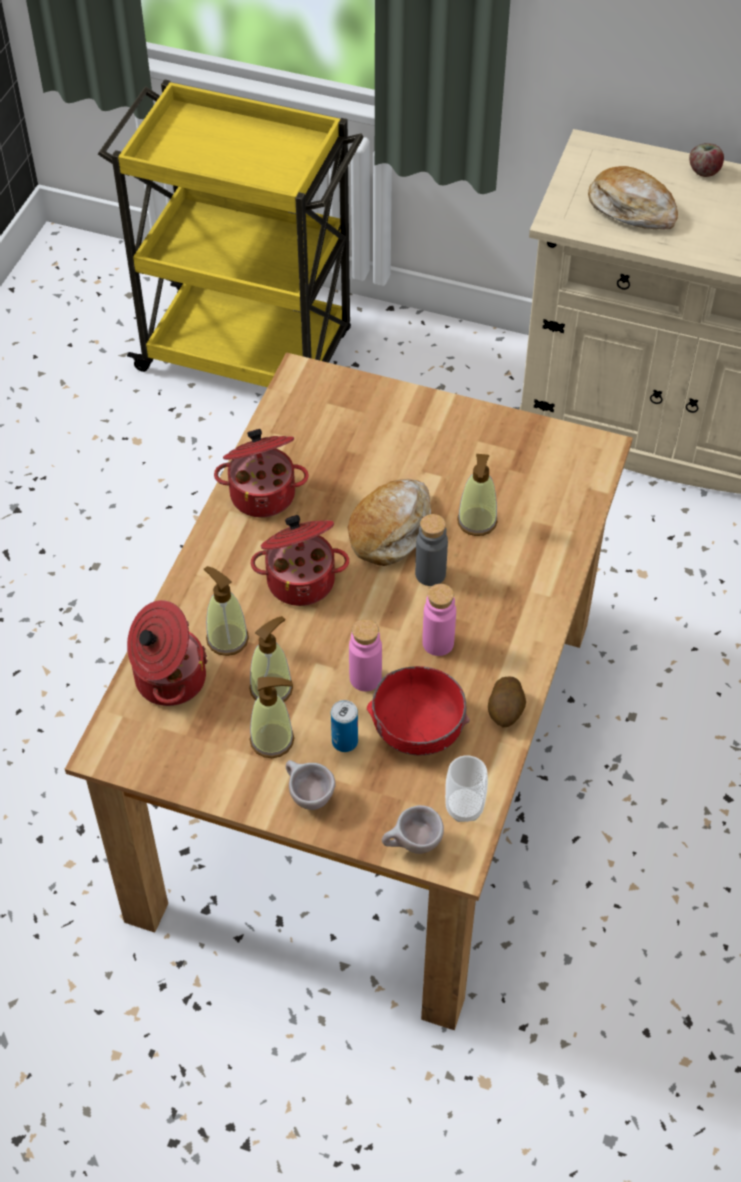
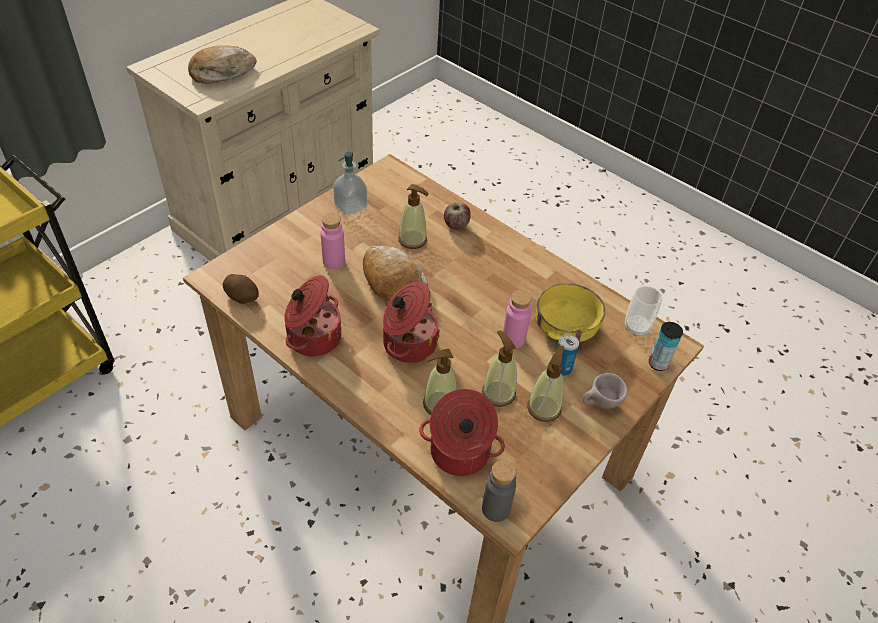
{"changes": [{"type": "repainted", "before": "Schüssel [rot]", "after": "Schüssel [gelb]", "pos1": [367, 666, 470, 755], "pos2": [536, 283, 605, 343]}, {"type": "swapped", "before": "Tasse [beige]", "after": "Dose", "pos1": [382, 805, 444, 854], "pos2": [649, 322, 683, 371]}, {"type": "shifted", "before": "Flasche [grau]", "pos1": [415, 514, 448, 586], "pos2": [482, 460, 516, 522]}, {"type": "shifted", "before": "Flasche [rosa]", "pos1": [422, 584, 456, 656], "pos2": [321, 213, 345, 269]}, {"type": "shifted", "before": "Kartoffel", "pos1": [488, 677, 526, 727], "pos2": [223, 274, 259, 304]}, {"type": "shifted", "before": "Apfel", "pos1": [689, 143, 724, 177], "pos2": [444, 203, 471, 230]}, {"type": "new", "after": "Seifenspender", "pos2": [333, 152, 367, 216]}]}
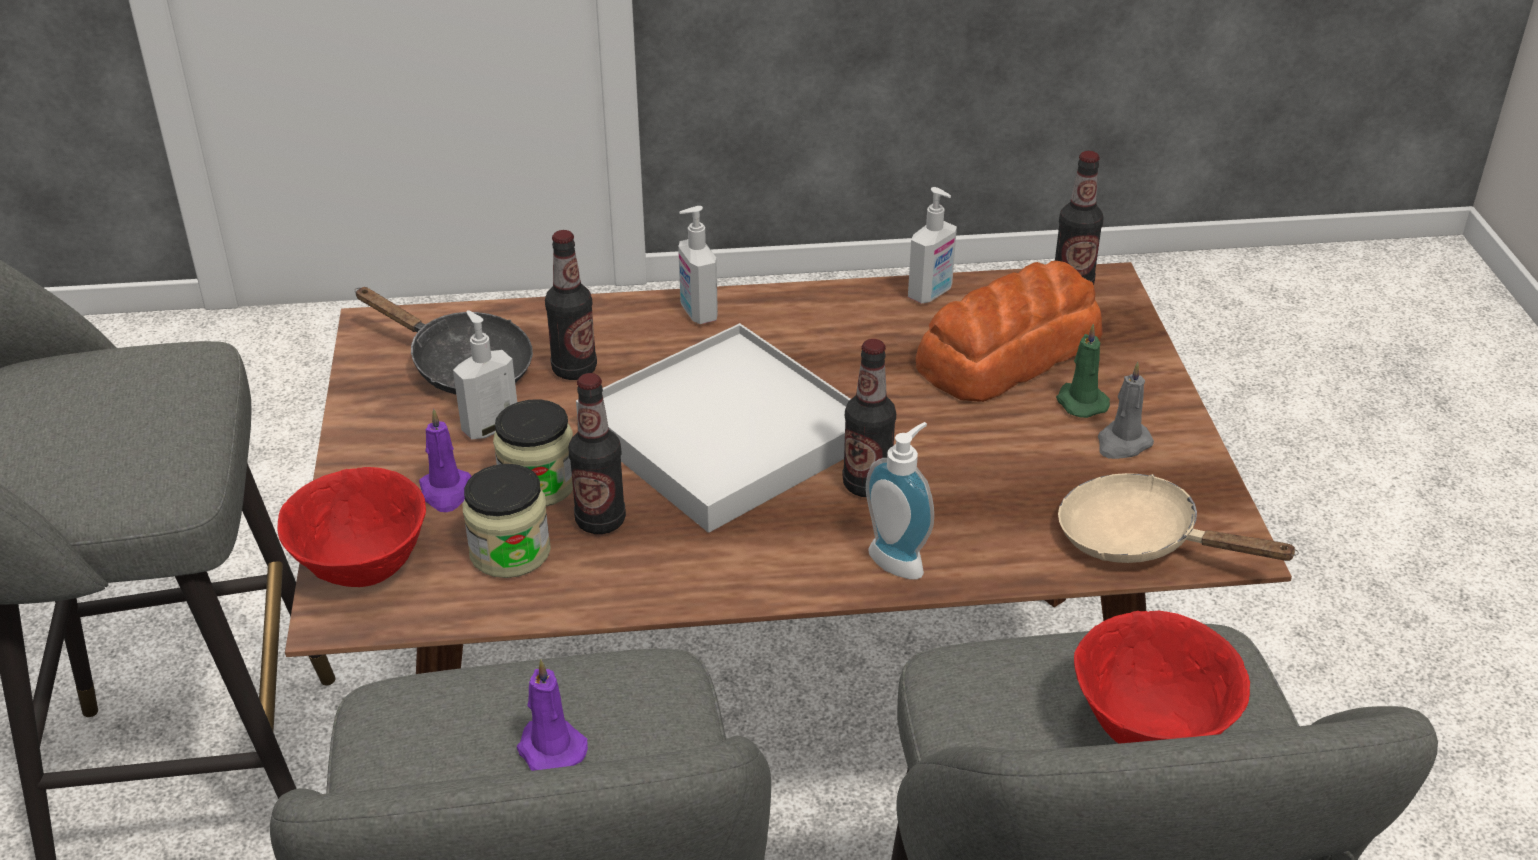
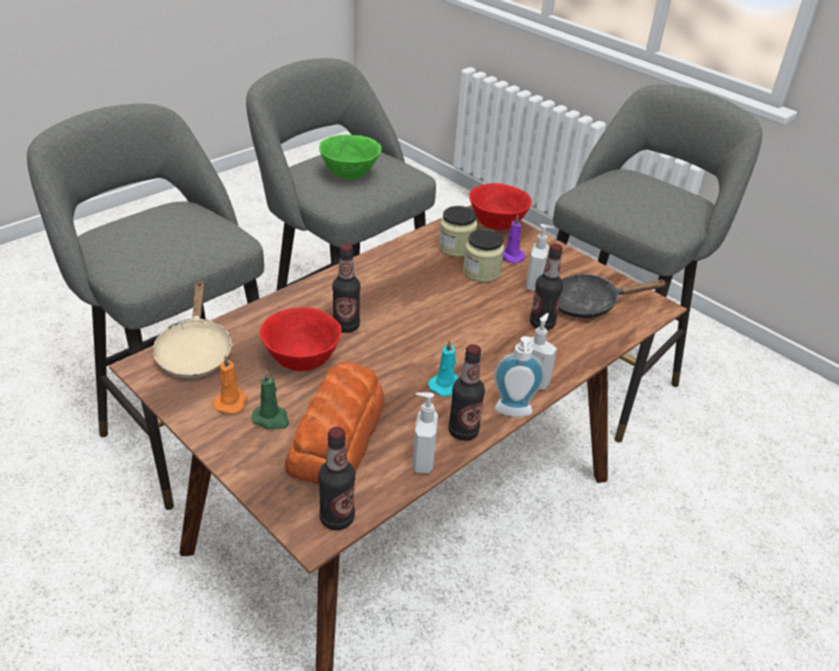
{"changes": [{"type": "swapped", "before": "Kerze [lila]", "after": "Schüssel [grün]", "pos1": [517, 659, 588, 771], "pos2": [319, 135, 382, 179]}, {"type": "shifted", "before": "Flasche", "pos1": [568, 373, 626, 534], "pos2": [448, 344, 485, 441]}, {"type": "gone", "before": "Tablett [weiß]", "pos1": [576, 323, 851, 533]}, {"type": "shifted", "before": "Seifenspender", "pos1": [866, 422, 934, 579], "pos2": [494, 336, 545, 417]}, {"type": "rotated", "before": "Pfanne [beige]", "pos1": [1058, 473, 1299, 563], "pos2": [152, 280, 233, 378], "turn": 90}, {"type": "shifted", "before": "Schüssel [rot]", "pos1": [1074, 611, 1250, 744], "pos2": [260, 307, 342, 371]}, {"type": "repainted", "before": "Kerze [grau]", "after": "Kerze [orange]", "pos1": [1098, 362, 1154, 459], "pos2": [213, 354, 248, 414]}, {"type": "new", "after": "Kerze [türkis]", "pos2": [428, 339, 459, 397]}]}
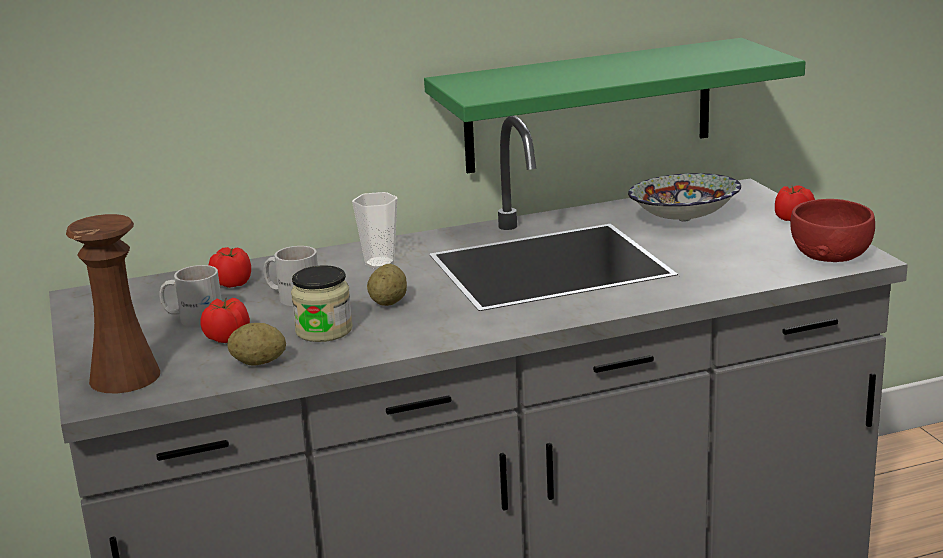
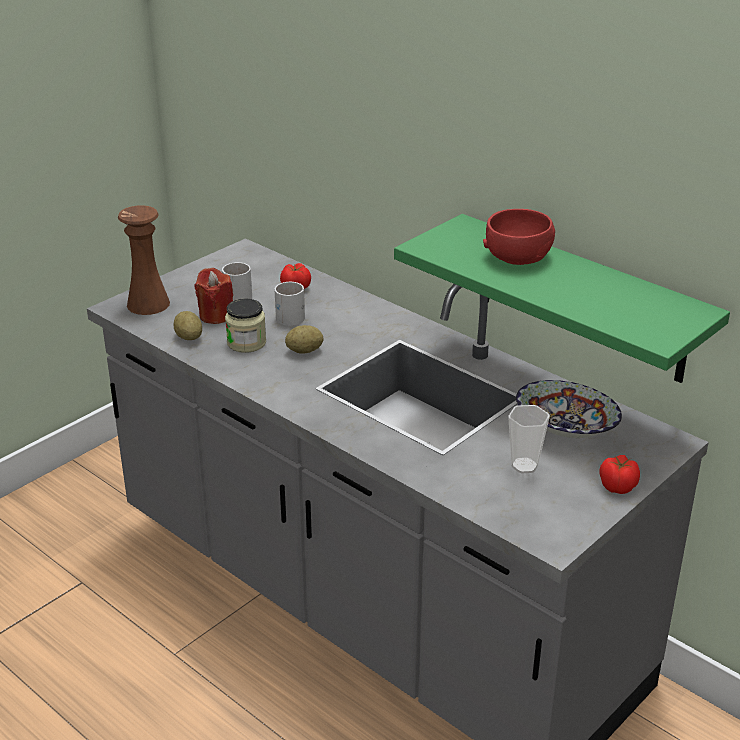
{"changes": [{"type": "swapped", "before": "Tomate", "after": "Kerze [rot]", "pos1": [200, 298, 250, 343], "pos2": [195, 268, 233, 324]}, {"type": "shifted", "before": "Tasse", "pos1": [352, 192, 398, 268], "pos2": [508, 405, 550, 473]}, {"type": "shifted", "before": "Schüssel [rot]", "pos1": [790, 199, 875, 262], "pos2": [483, 209, 555, 265]}]}
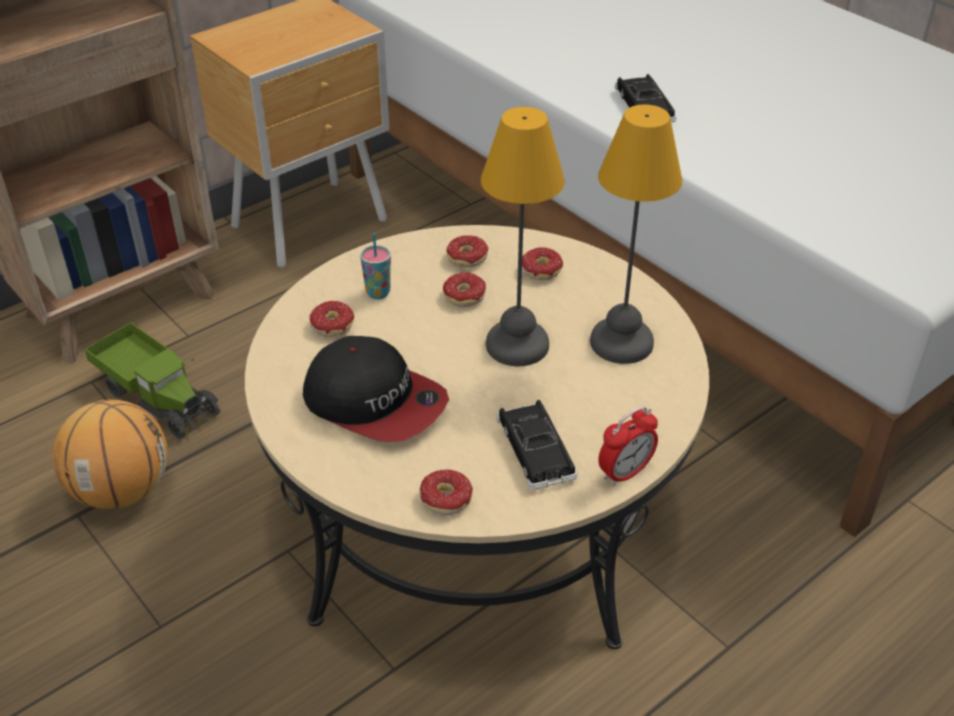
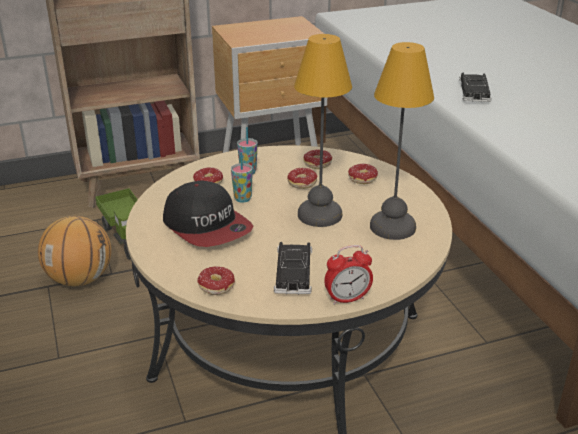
{"changes": [{"type": "new", "after": "Tasse", "pos2": [231, 152, 253, 203]}]}
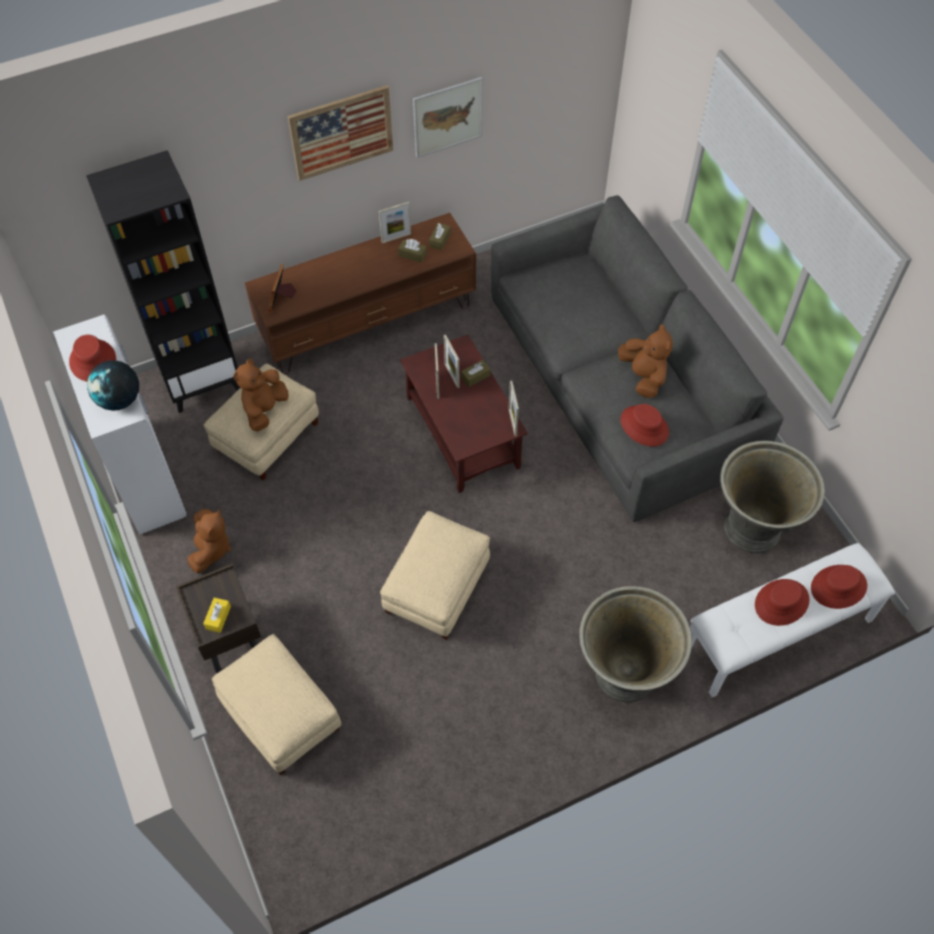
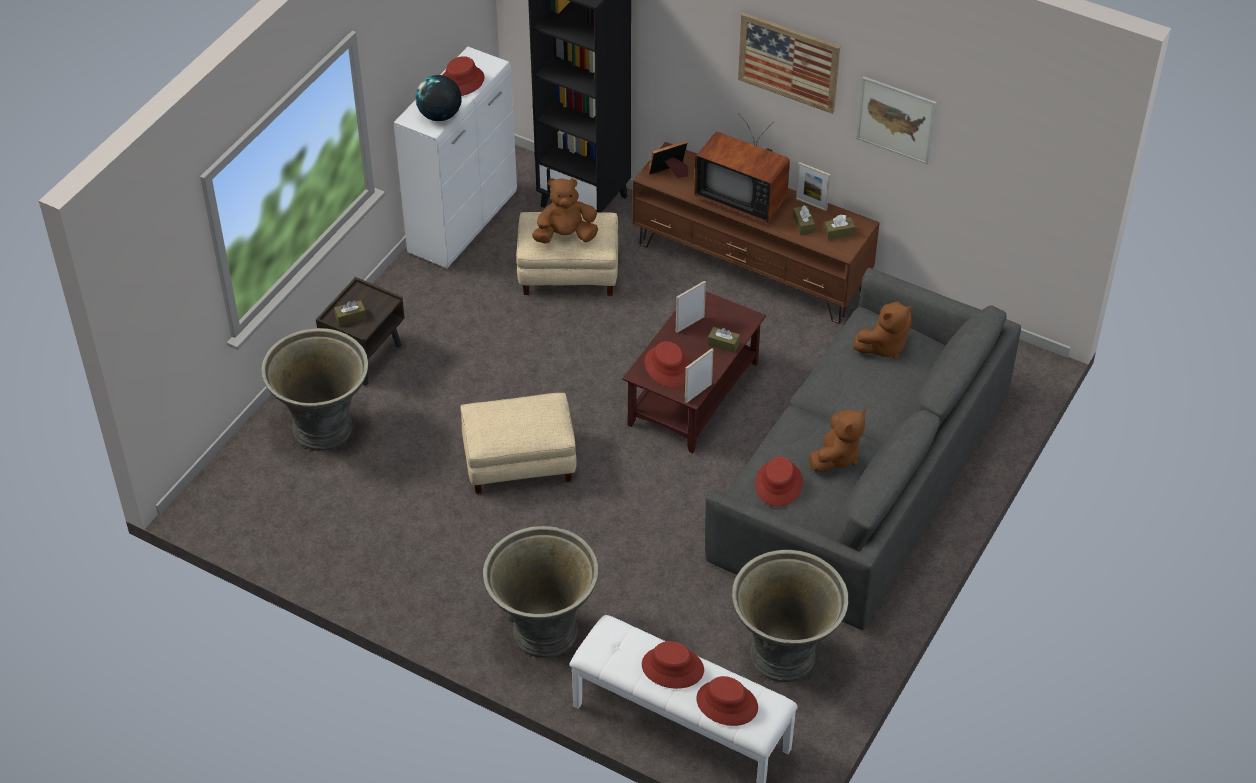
{"changes": [{"type": "shifted", "before": "Plüschtier [braun]", "pos1": [187, 509, 231, 573], "pos2": [853, 302, 912, 359]}, {"type": "repainted", "before": "Taschentuchbox [gelb]", "after": "Taschentuchbox [braun]", "pos1": [203, 598, 231, 633], "pos2": [334, 300, 366, 326]}, {"type": "swapped", "before": "Polsterhocker [beige]", "after": "Pflanzkübel [grau]", "pos1": [212, 634, 341, 775], "pos2": [261, 328, 368, 451]}, {"type": "gone", "before": "Bilderrahmen", "pos1": [444, 335, 460, 388]}, {"type": "new", "after": "Hut [rot]", "pos2": [645, 341, 691, 387]}, {"type": "new", "after": "Fernseher", "pos2": [694, 114, 790, 223]}]}
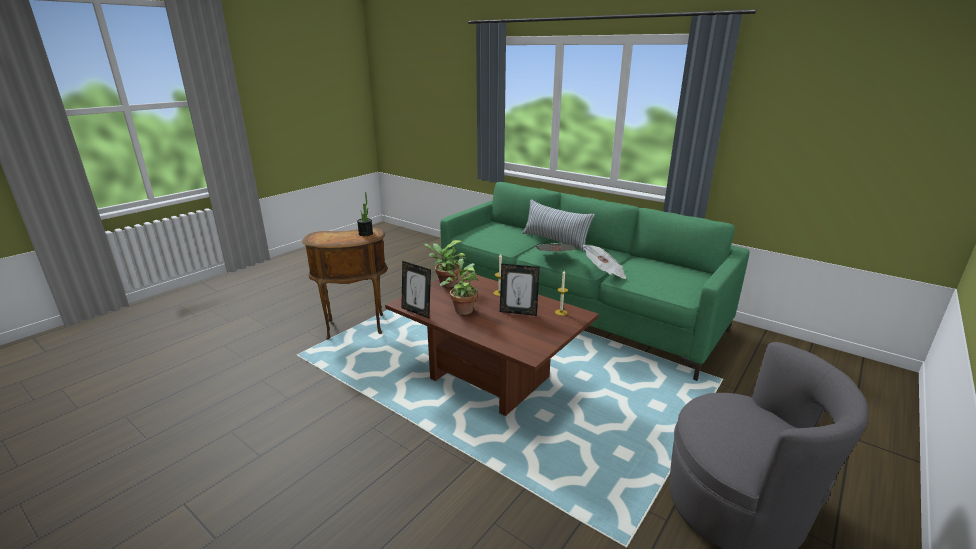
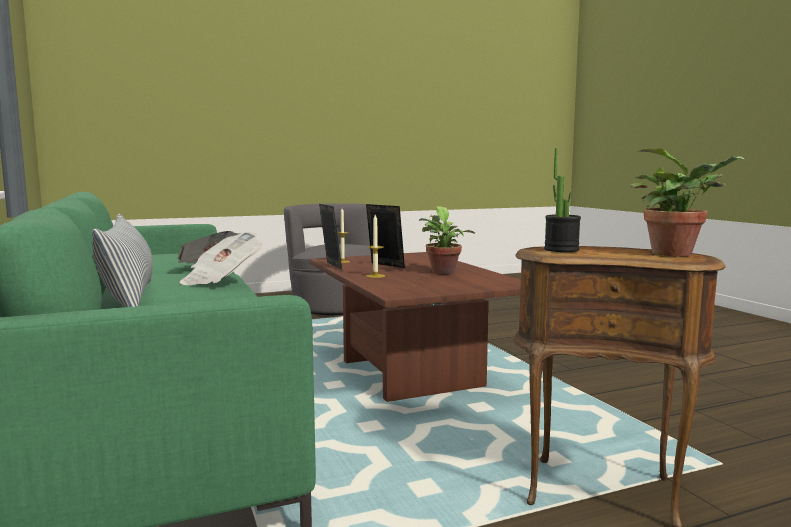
{"changes": [{"type": "shifted", "before": "Bilderrahmen", "pos1": [401, 261, 431, 318], "pos2": [319, 204, 342, 269]}, {"type": "shifted", "before": "Topfpflanze", "pos1": [424, 240, 467, 288], "pos2": [630, 148, 745, 257]}]}
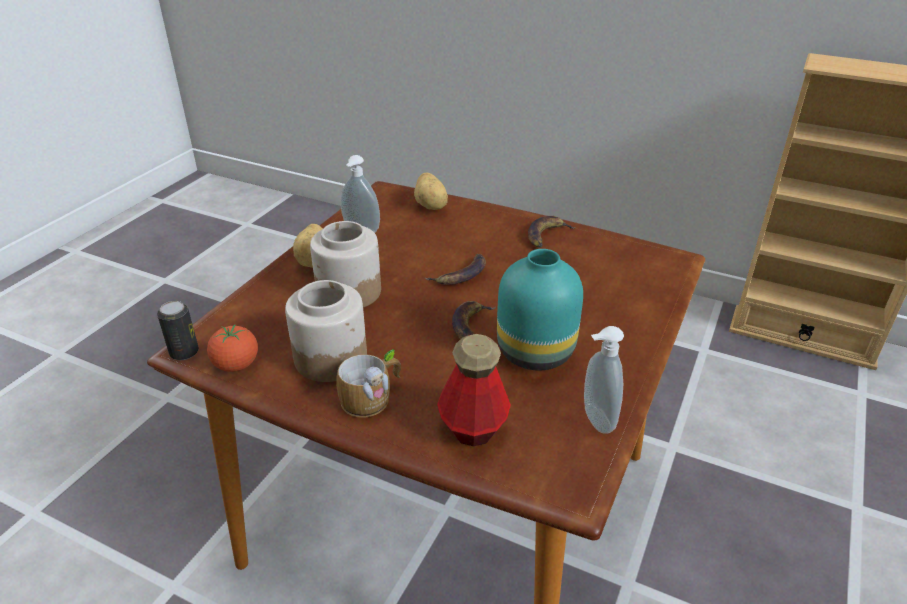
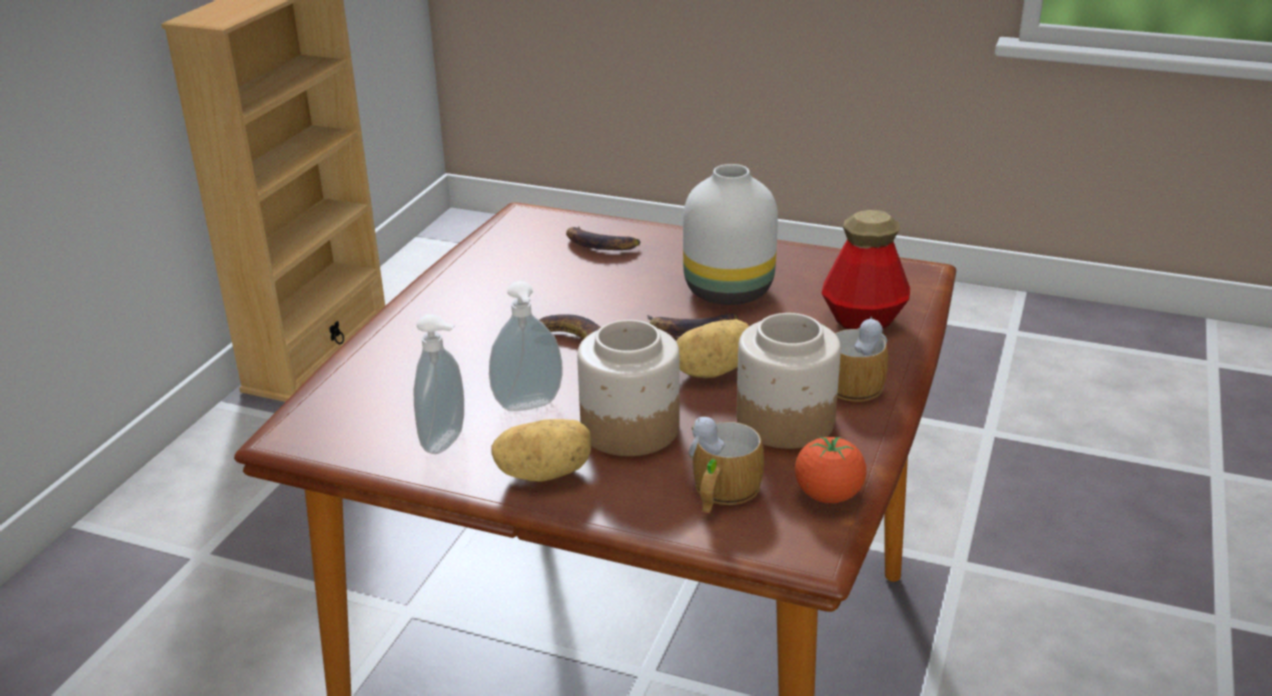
{"changes": [{"type": "gone", "before": "Dose", "pos1": [157, 301, 199, 360]}, {"type": "shifted", "before": "Kartoffel", "pos1": [414, 173, 448, 210], "pos2": [676, 319, 749, 378]}, {"type": "repainted", "before": "Vase [türkis]", "after": "Vase [weiß]", "pos1": [497, 249, 583, 371], "pos2": [683, 164, 778, 305]}, {"type": "shifted", "before": "Banane", "pos1": [528, 216, 576, 248], "pos2": [566, 226, 640, 250]}, {"type": "shifted", "before": "Seifenspender", "pos1": [584, 326, 624, 434], "pos2": [489, 281, 563, 411]}, {"type": "new", "after": "Henkelbecher", "pos2": [689, 417, 764, 513]}]}
